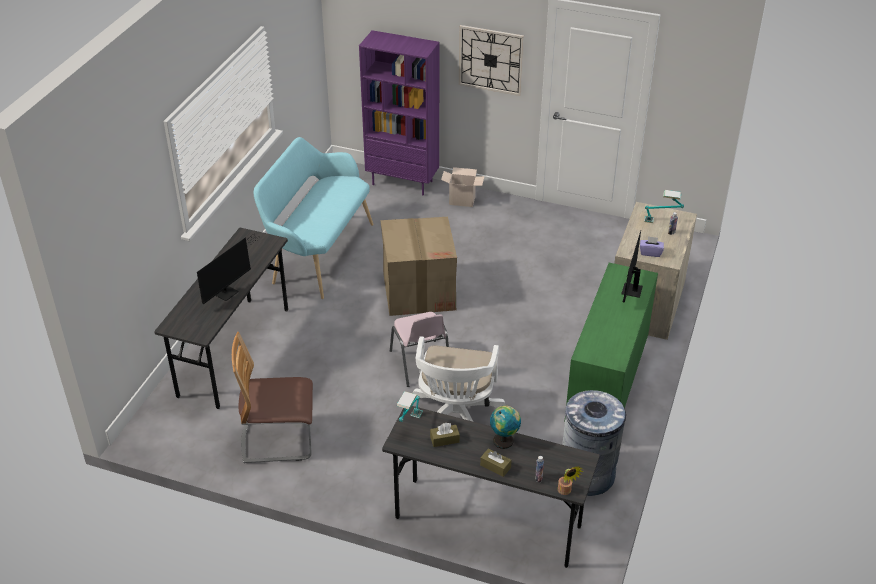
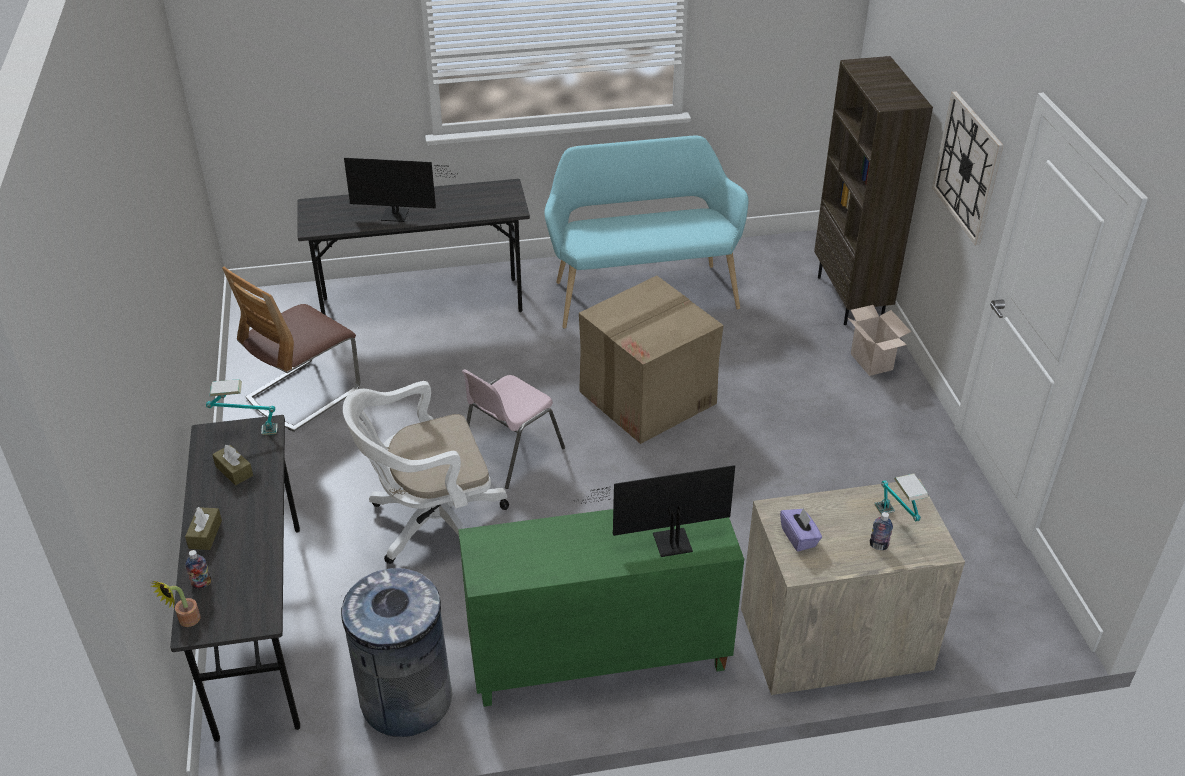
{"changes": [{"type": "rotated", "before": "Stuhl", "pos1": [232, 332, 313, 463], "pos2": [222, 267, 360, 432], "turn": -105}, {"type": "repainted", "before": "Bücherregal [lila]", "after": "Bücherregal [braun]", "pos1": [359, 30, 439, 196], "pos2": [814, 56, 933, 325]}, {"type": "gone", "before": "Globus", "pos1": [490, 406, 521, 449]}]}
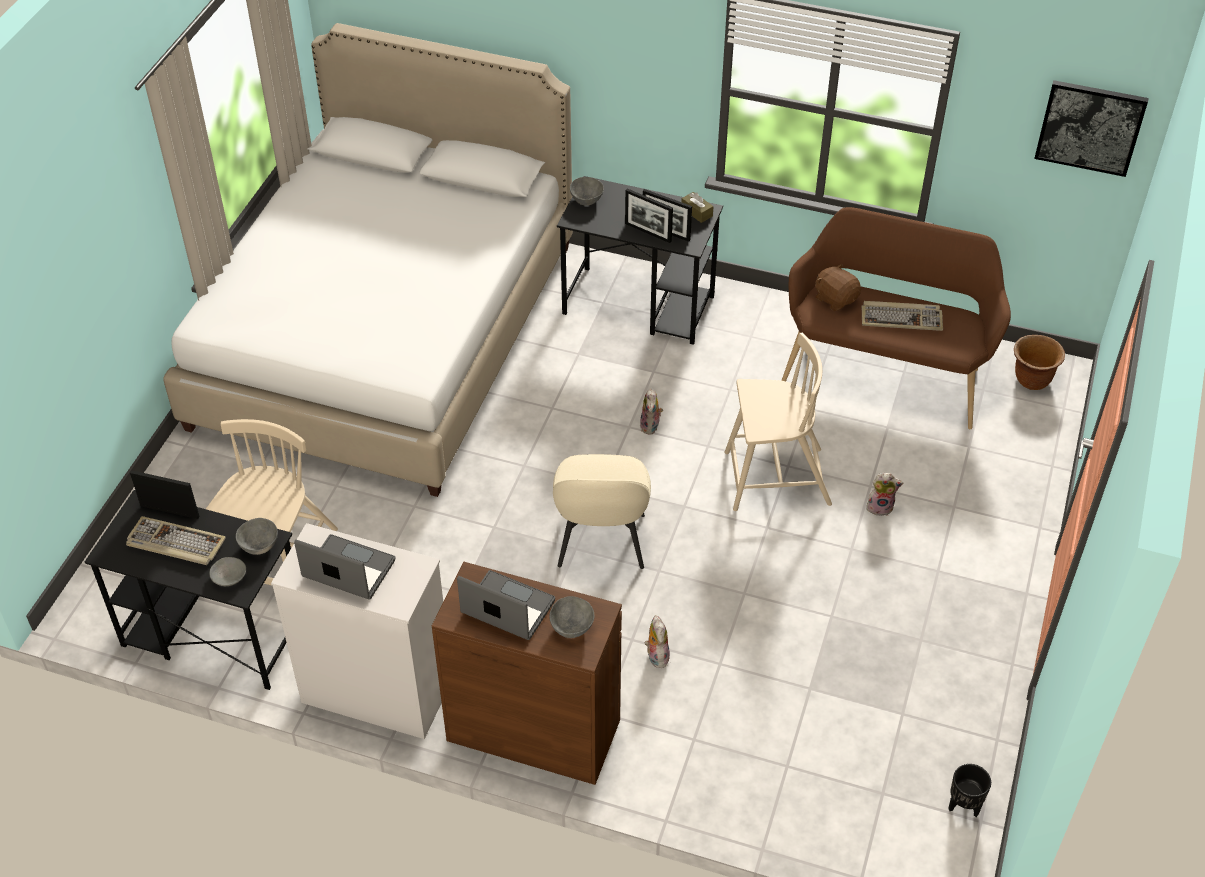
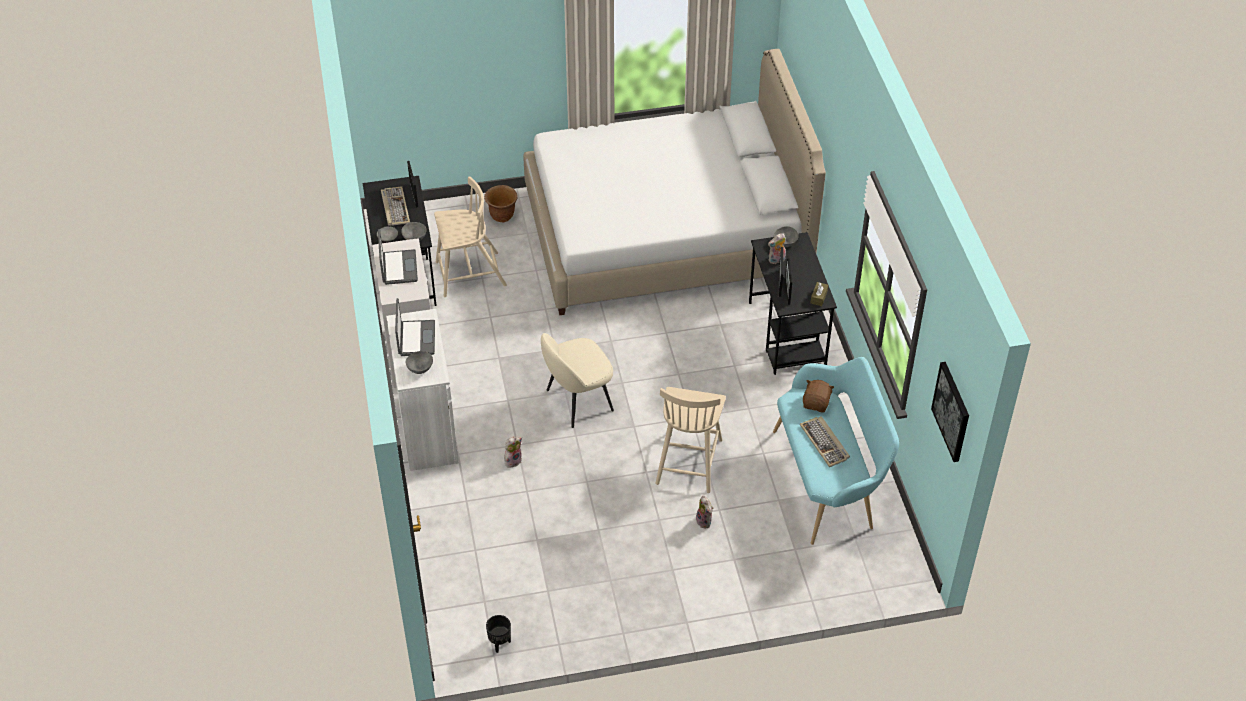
{"changes": [{"type": "repainted", "before": "Schrank [braun]", "after": "Schrank [weiß]", "pos1": [432, 562, 622, 785], "pos2": [386, 309, 458, 471]}, {"type": "shifted", "before": "Plüschtier", "pos1": [640, 388, 663, 435], "pos2": [768, 233, 786, 264]}, {"type": "rotated", "before": "Stuhl [beige]", "pos1": [725, 333, 832, 511], "pos2": [655, 387, 726, 493], "turn": 45}, {"type": "repainted", "before": "Bank [braun]", "after": "Bank [türkis]", "pos1": [781, 207, 1011, 429], "pos2": [773, 357, 899, 545]}, {"type": "shifted", "before": "Pflanzkübel [braun]", "pos1": [1014, 335, 1065, 390], "pos2": [484, 185, 518, 223]}]}
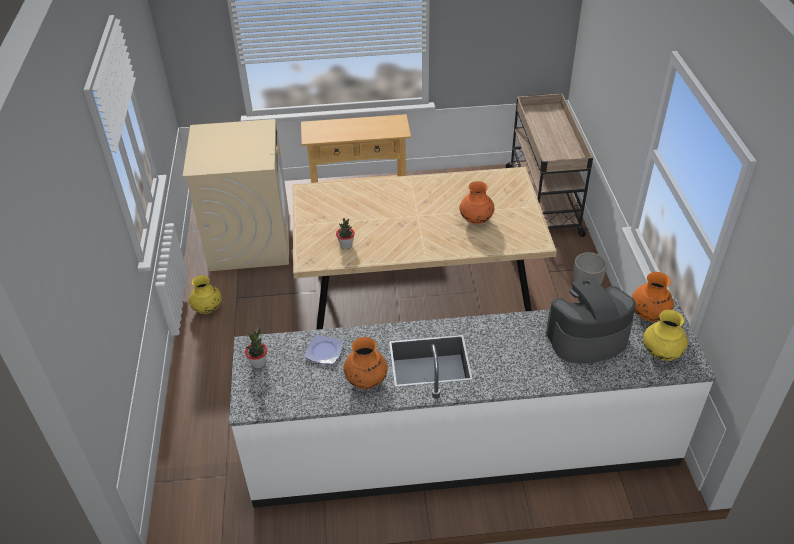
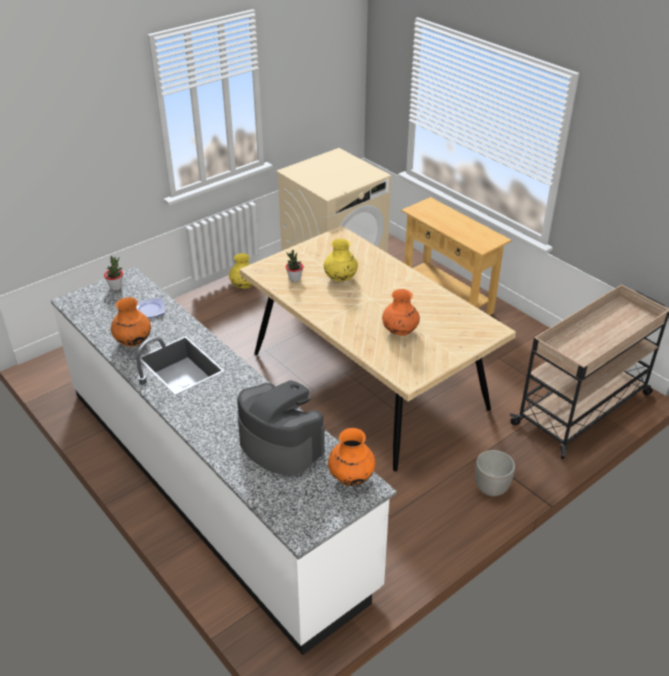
{"changes": [{"type": "shifted", "before": "Vase [gelb]", "pos1": [643, 310, 688, 361], "pos2": [324, 239, 358, 282]}]}
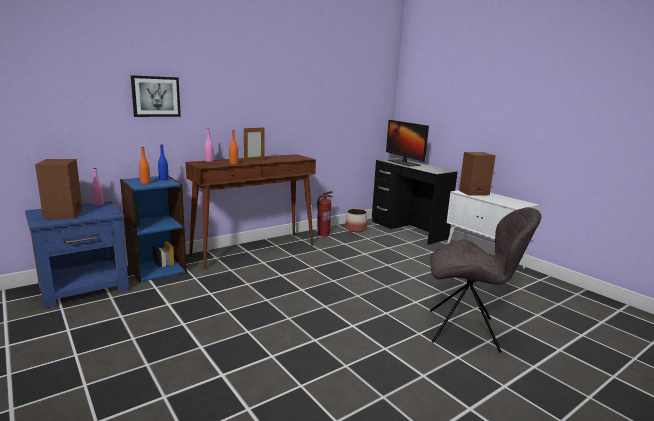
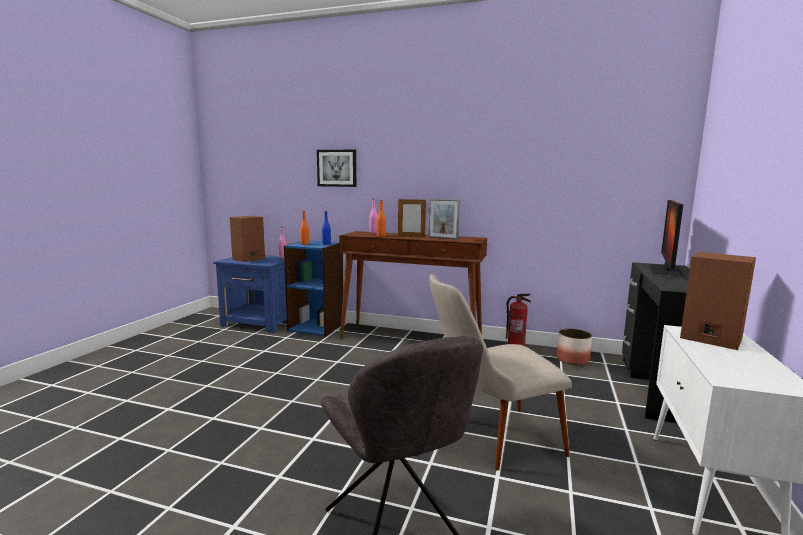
{"changes": [{"type": "new", "after": "Bilderrahmen", "pos2": [428, 199, 460, 240]}, {"type": "new", "after": "Stuhl [beige]", "pos2": [429, 274, 572, 471]}]}
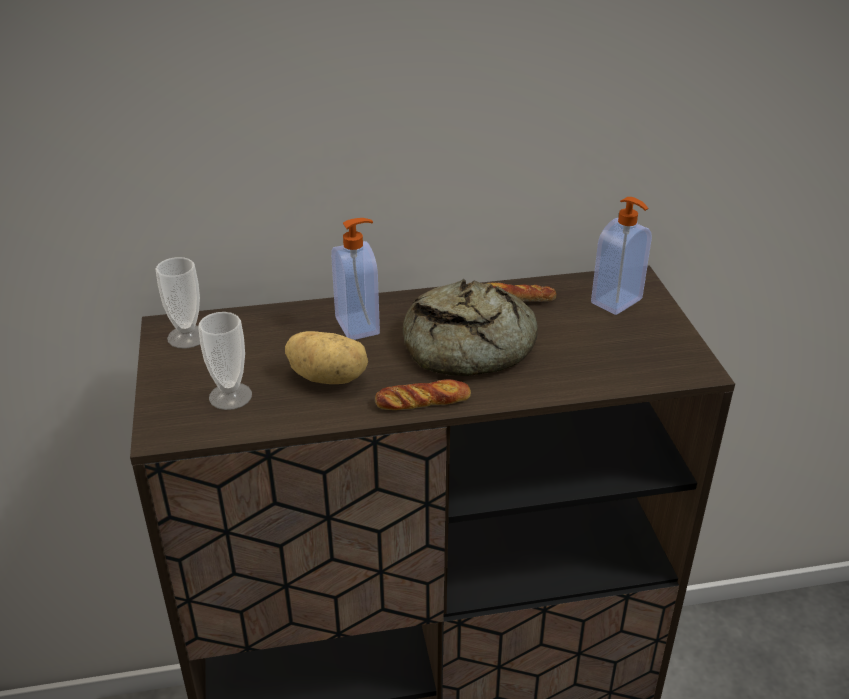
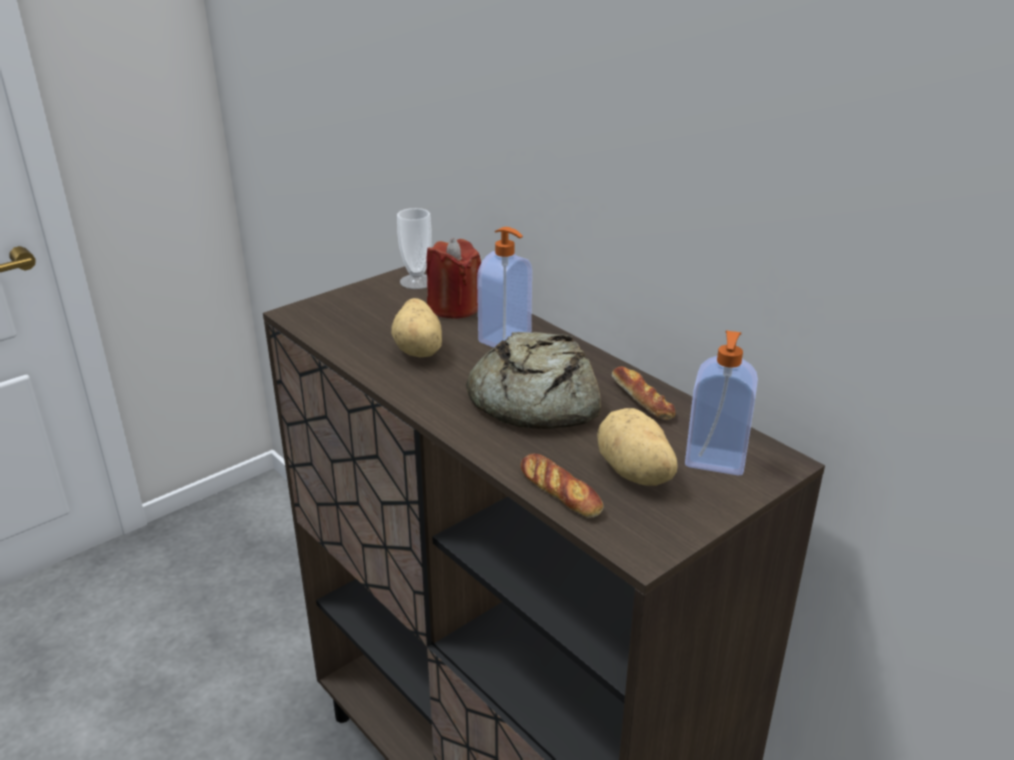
{"changes": [{"type": "gone", "before": "Tasse", "pos1": [198, 312, 252, 410]}, {"type": "shifted", "before": "Brot", "pos1": [375, 379, 471, 410], "pos2": [521, 454, 604, 518]}, {"type": "new", "after": "Kerze [rot]", "pos2": [426, 238, 481, 319]}, {"type": "new", "after": "Kartoffel", "pos2": [597, 408, 678, 486]}]}
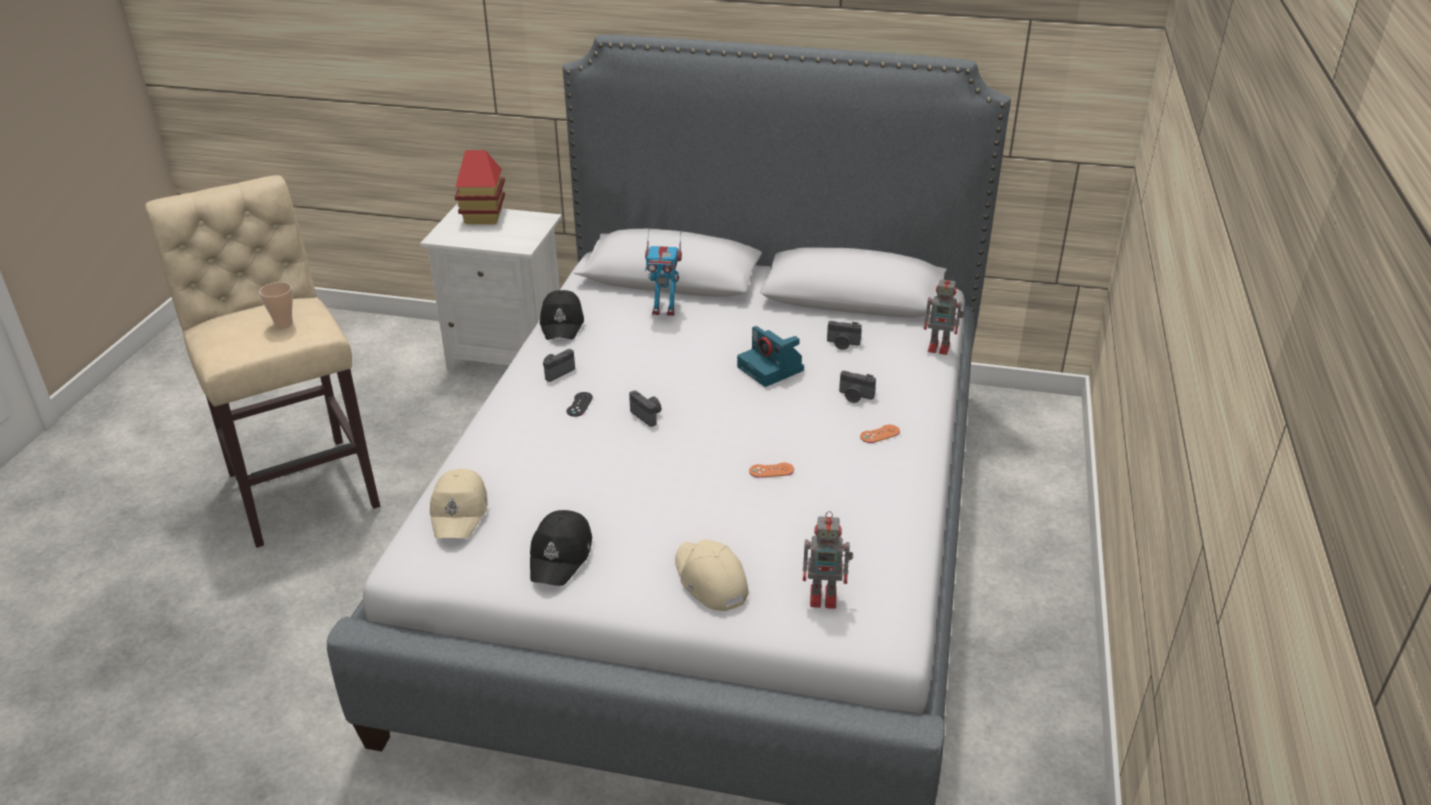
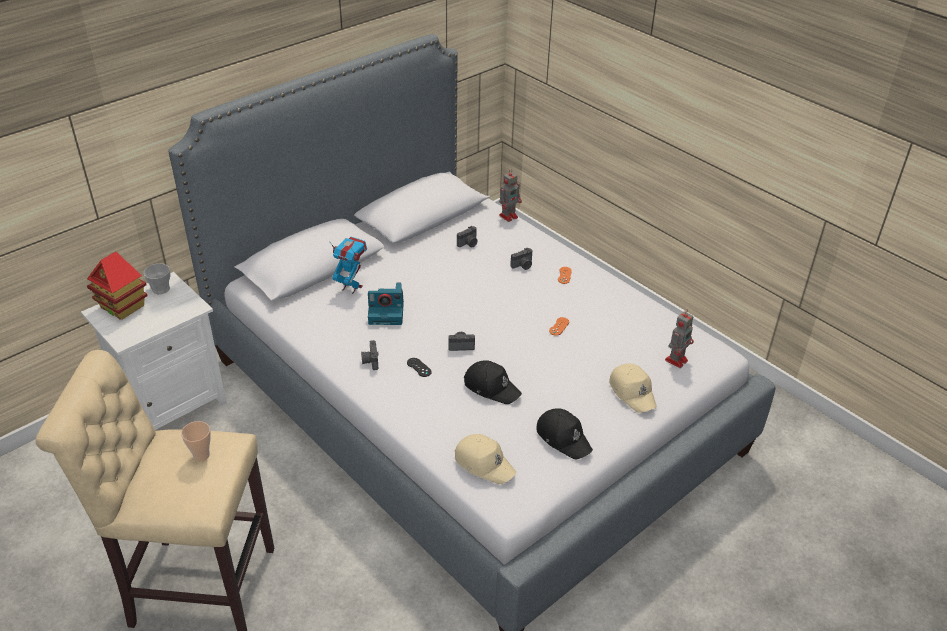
{"changes": [{"type": "shifted", "before": "Kappe [schwarz]", "pos1": [540, 290, 584, 340], "pos2": [464, 360, 522, 404]}, {"type": "rotated", "before": "Spielzeugroboter", "pos1": [645, 230, 682, 316], "pos2": [329, 237, 367, 294], "turn": -105}, {"type": "rotated", "before": "Kappe [beige]", "pos1": [675, 539, 749, 611], "pos2": [609, 364, 657, 413], "turn": -120}, {"type": "shifted", "before": "Kamera", "pos1": [737, 326, 804, 387], "pos2": [368, 283, 404, 325]}, {"type": "new", "after": "Tasse", "pos2": [143, 263, 171, 294]}]}
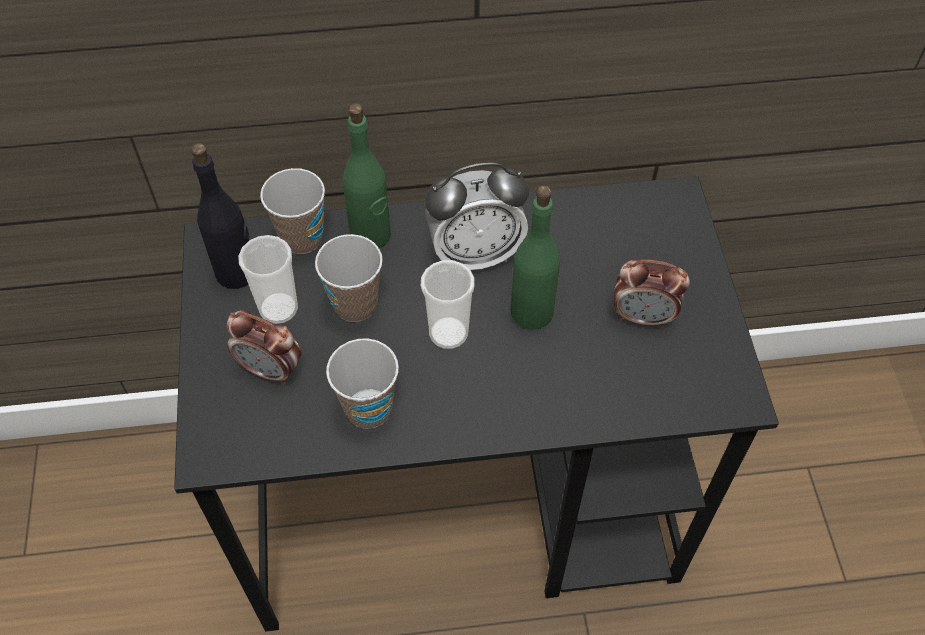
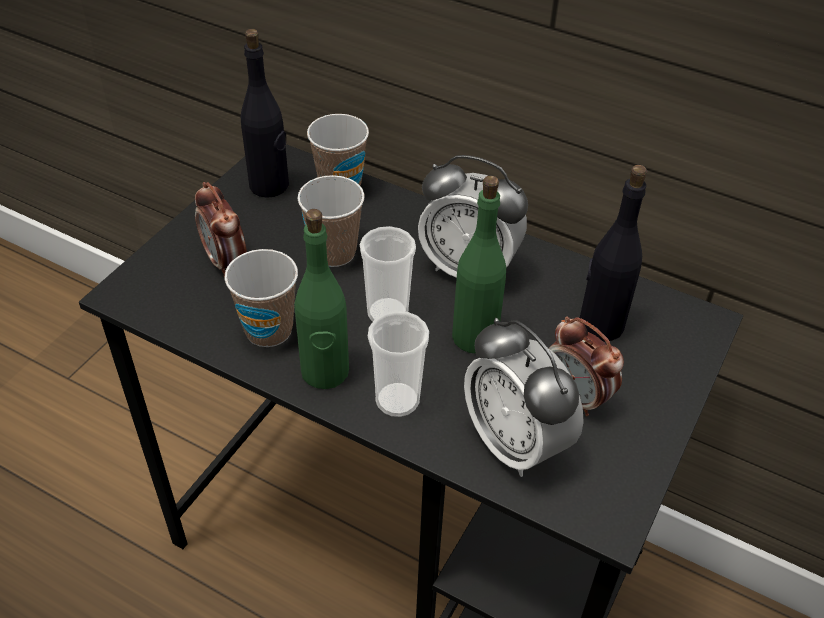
{"changes": [{"type": "shifted", "before": "Tasse", "pos1": [238, 235, 298, 324], "pos2": [368, 311, 429, 417]}, {"type": "shifted", "before": "Flasche [grün]", "pos1": [343, 103, 391, 248], "pos2": [295, 209, 349, 389]}, {"type": "new", "after": "Wecker", "pos2": [464, 318, 584, 477]}, {"type": "new", "after": "Flasche [schwarz]", "pos2": [580, 165, 647, 342]}]}
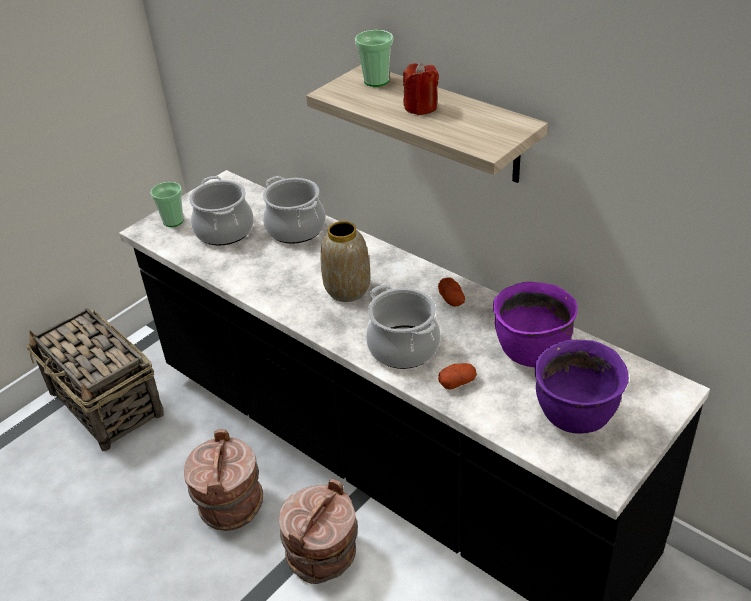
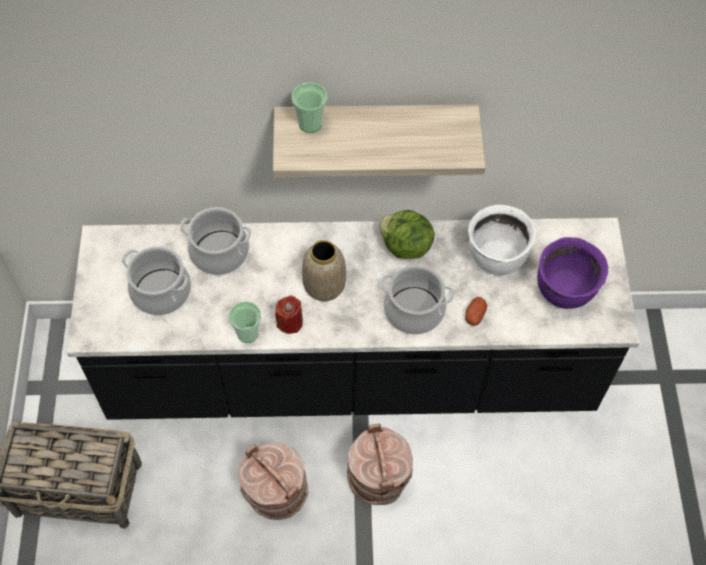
{"changes": [{"type": "shifted", "before": "Tasse", "pos1": [151, 182, 184, 227], "pos2": [229, 301, 261, 343]}, {"type": "shifted", "before": "Kerze [rot]", "pos1": [403, 62, 439, 115], "pos2": [275, 295, 303, 334]}, {"type": "swapped", "before": "Kartoffel", "after": "Salatkopf", "pos1": [438, 277, 465, 307], "pos2": [379, 210, 435, 259]}, {"type": "repainted", "before": "Kochtopf [lila]", "after": "Kochtopf [weiß]", "pos1": [493, 282, 578, 367], "pos2": [468, 205, 536, 275]}]}
